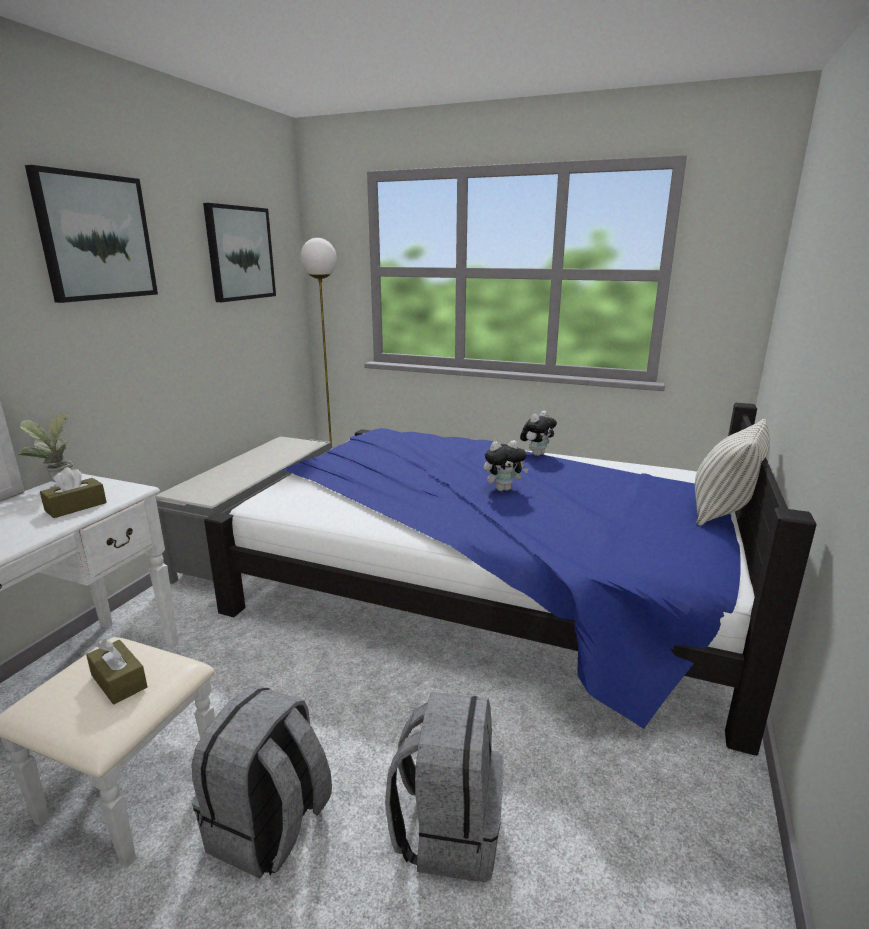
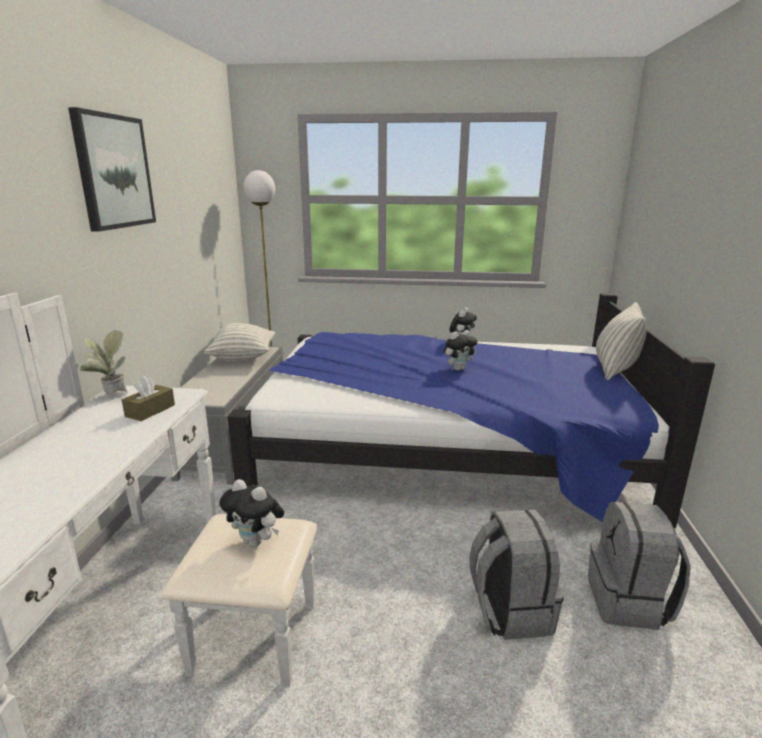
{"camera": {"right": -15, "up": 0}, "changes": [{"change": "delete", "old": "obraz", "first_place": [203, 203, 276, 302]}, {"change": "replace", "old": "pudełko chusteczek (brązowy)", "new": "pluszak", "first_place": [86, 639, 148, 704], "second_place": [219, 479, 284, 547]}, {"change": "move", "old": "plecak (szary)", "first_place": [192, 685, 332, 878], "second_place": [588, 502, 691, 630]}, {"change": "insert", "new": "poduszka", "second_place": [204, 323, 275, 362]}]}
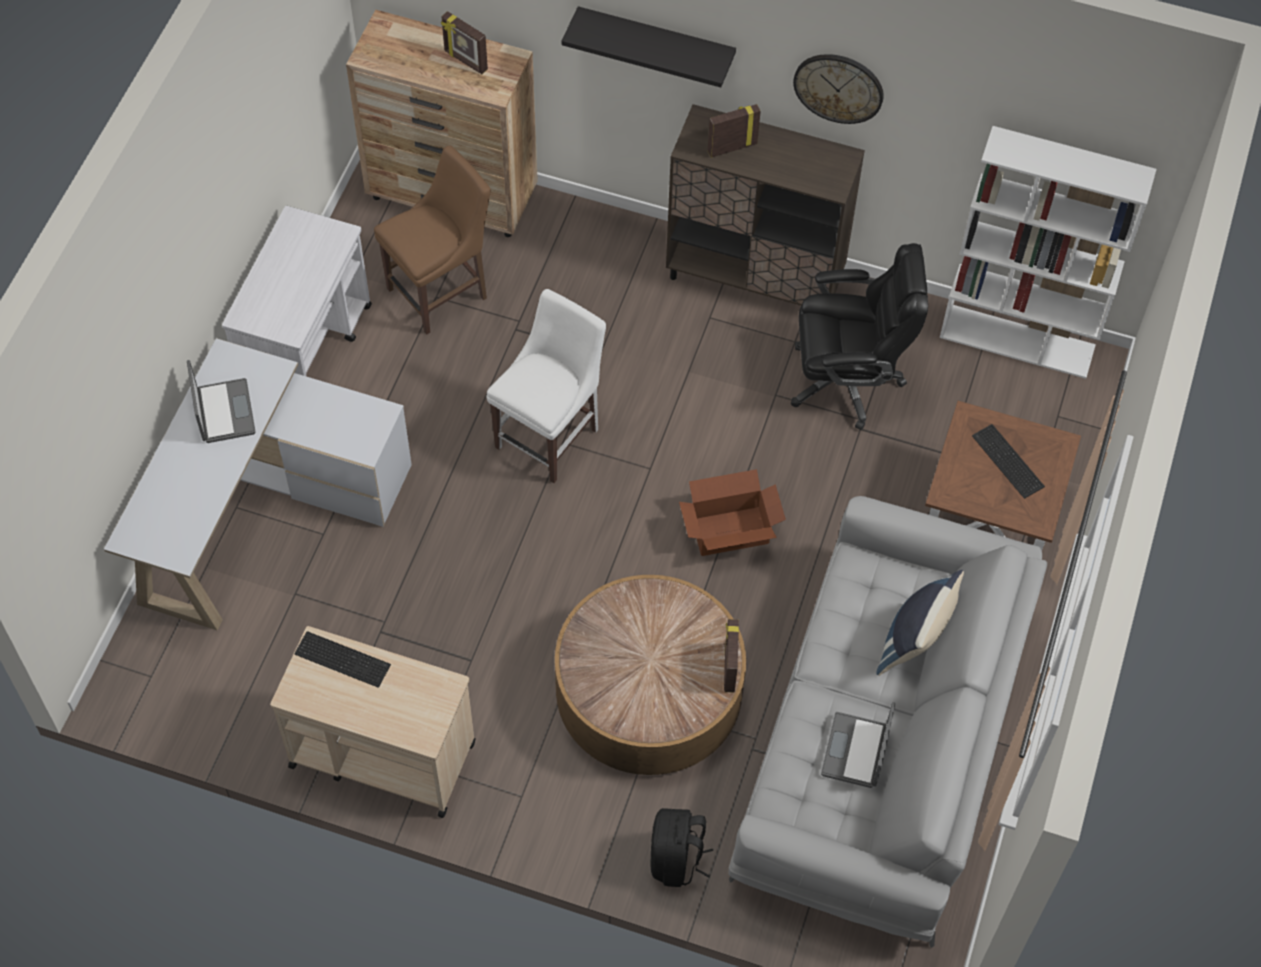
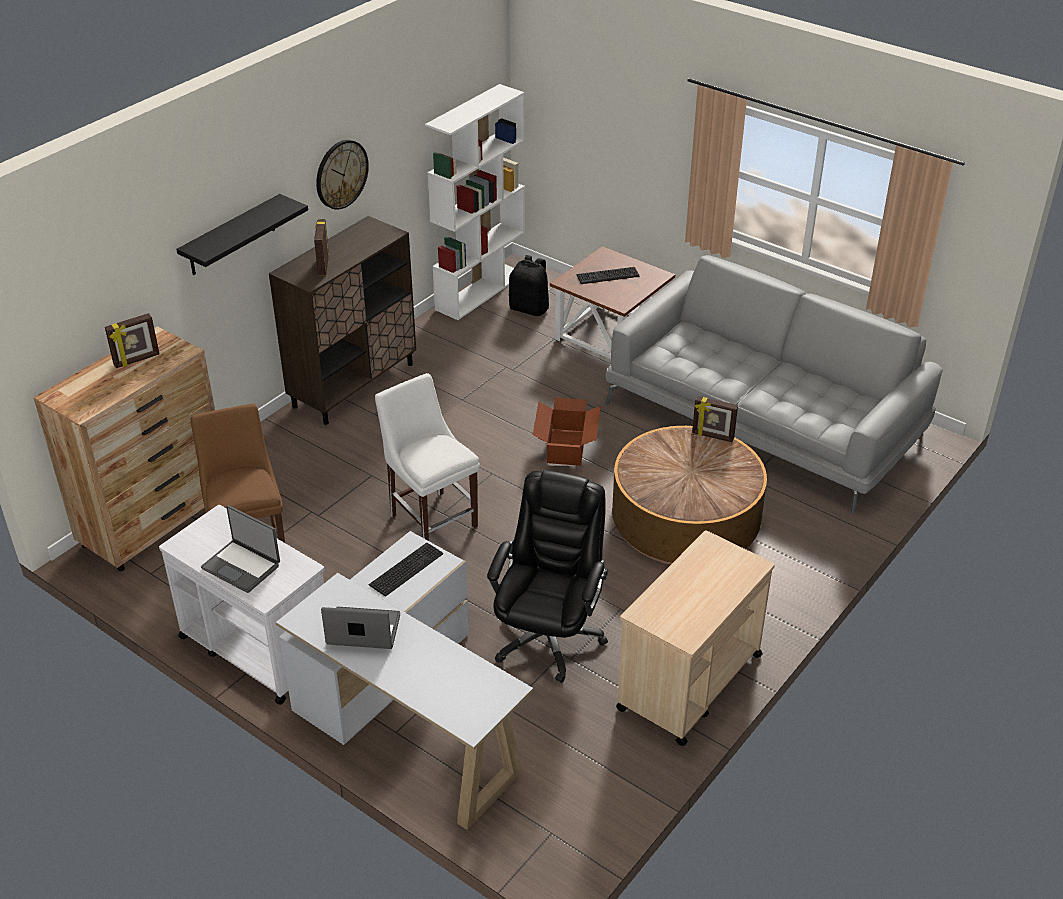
{"camera": {"right": -70, "up": -20}, "changes": [{"change": "move", "old": "krzesło biurowe (czarny)", "first_place": [791, 243, 928, 430], "second_place": [487, 470, 608, 683]}, {"change": "delete", "old": "poduszka (niebieski)", "first_place": [876, 570, 964, 676]}, {"change": "move", "old": "klawiatura", "first_place": [295, 631, 391, 688], "second_place": [369, 543, 443, 597]}, {"change": "move", "old": "laptop", "first_place": [821, 702, 895, 788], "second_place": [201, 505, 280, 593]}, {"change": "move", "old": "plecak (czarny)", "first_place": [651, 808, 713, 887], "second_place": [508, 255, 549, 316]}]}
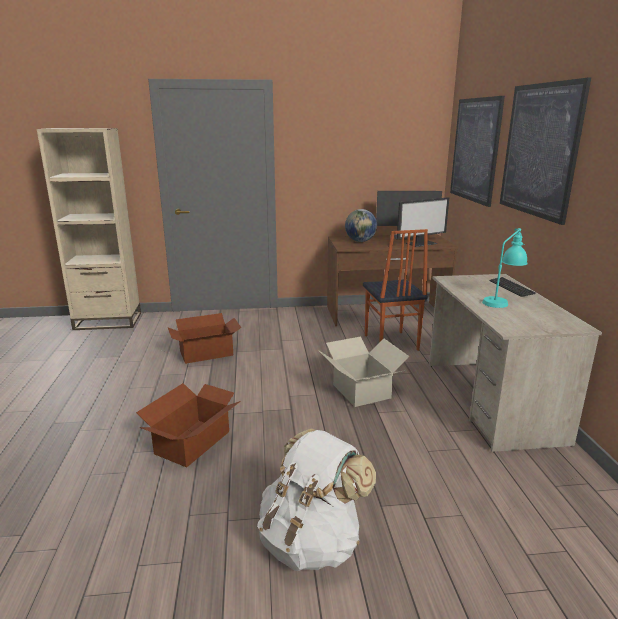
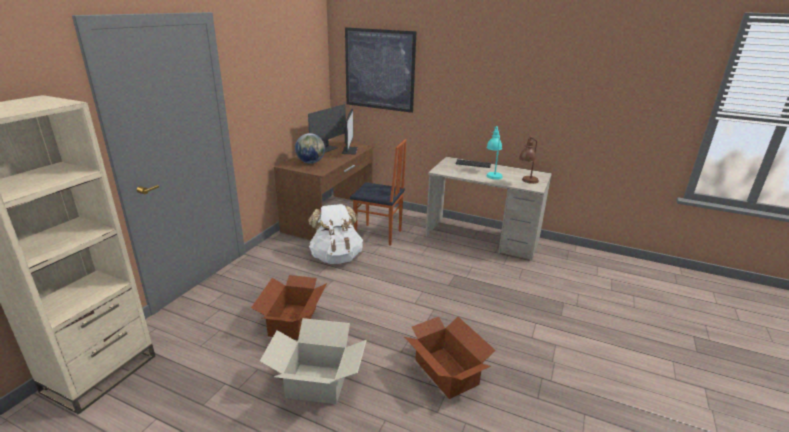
{"camera": {"right": -60, "up": 5}, "changes": [{"change": "delete", "old": "obraz", "first_place": [500, 78, 591, 225]}, {"change": "move", "old": "karton", "first_place": [319, 337, 409, 407], "second_place": [259, 318, 367, 404]}, {"change": "move", "old": "plecak (biały)", "first_place": [257, 428, 376, 571], "second_place": [309, 204, 363, 264]}, {"change": "insert", "new": "lampa stołowa (brązowy)", "second_place": [519, 136, 539, 184]}]}
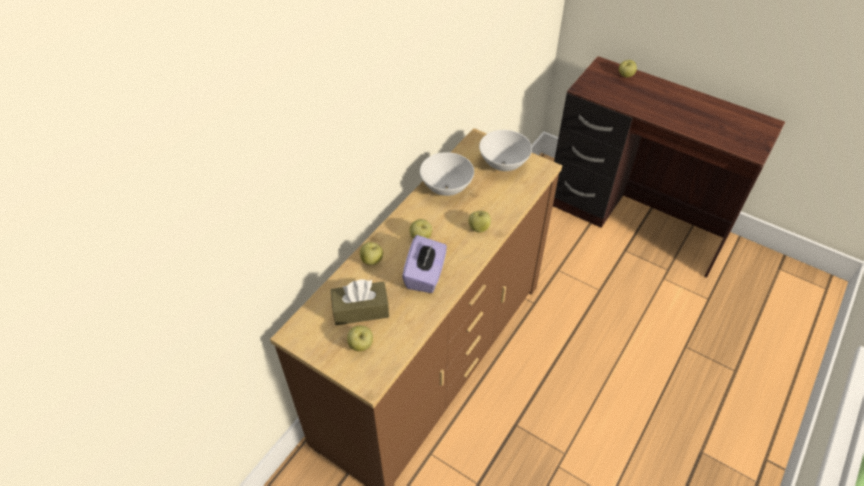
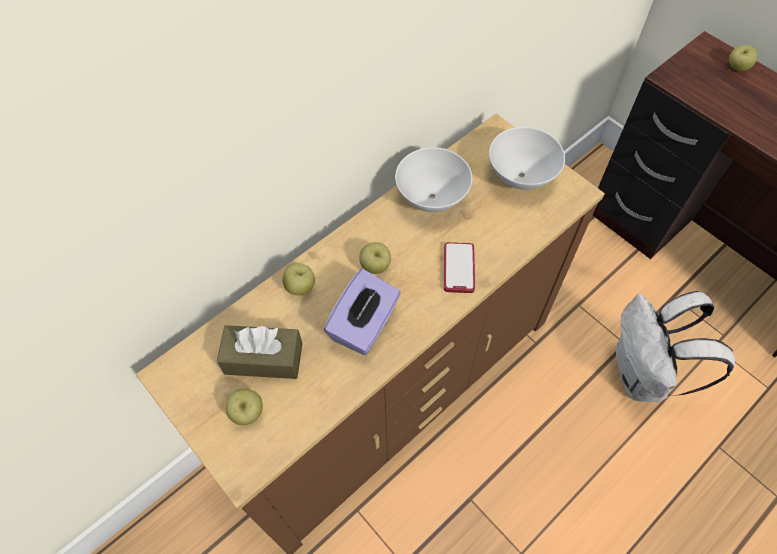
{"camera": {"right": 15, "up": 10}, "changes": [{"change": "replace", "old": "jabłko", "new": "telefon", "first_place": [468, 211, 491, 232], "second_place": [444, 242, 475, 293]}, {"change": "insert", "new": "plecak (biały)", "second_place": [616, 291, 735, 402]}]}
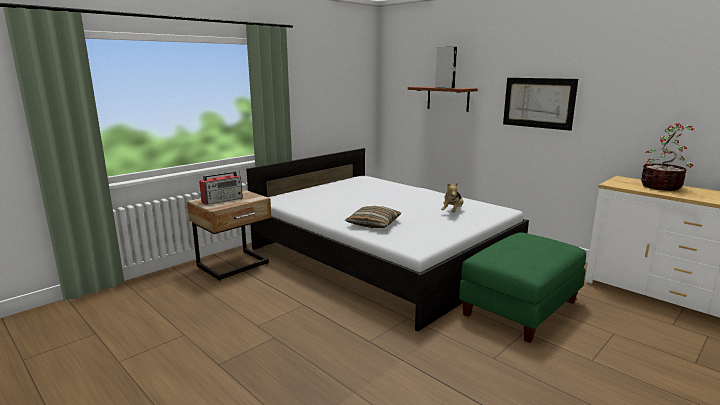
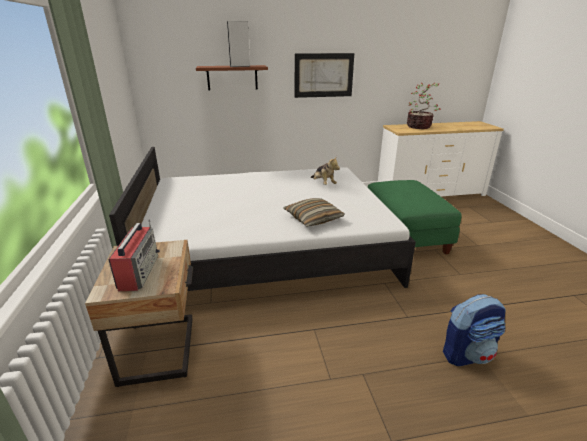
{"camera": {"right": -55, "up": 10}, "changes": [{"change": "insert", "new": "plecak", "second_place": [443, 294, 506, 366]}]}
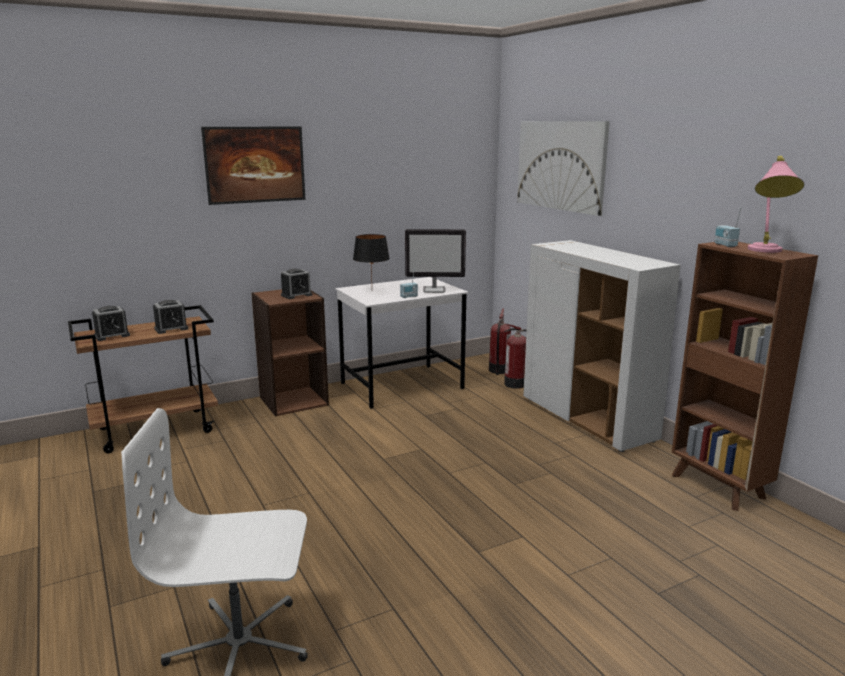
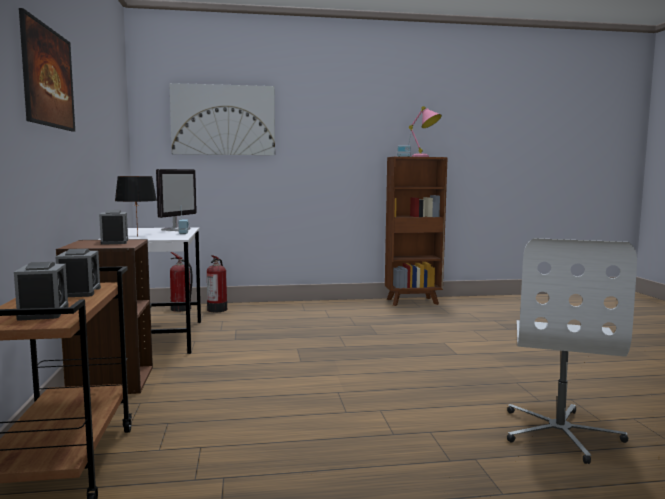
{"camera": {"right": -70, "up": -10}, "changes": [{"change": "delete", "old": "szafka (biały)", "first_place": [523, 240, 681, 452]}]}
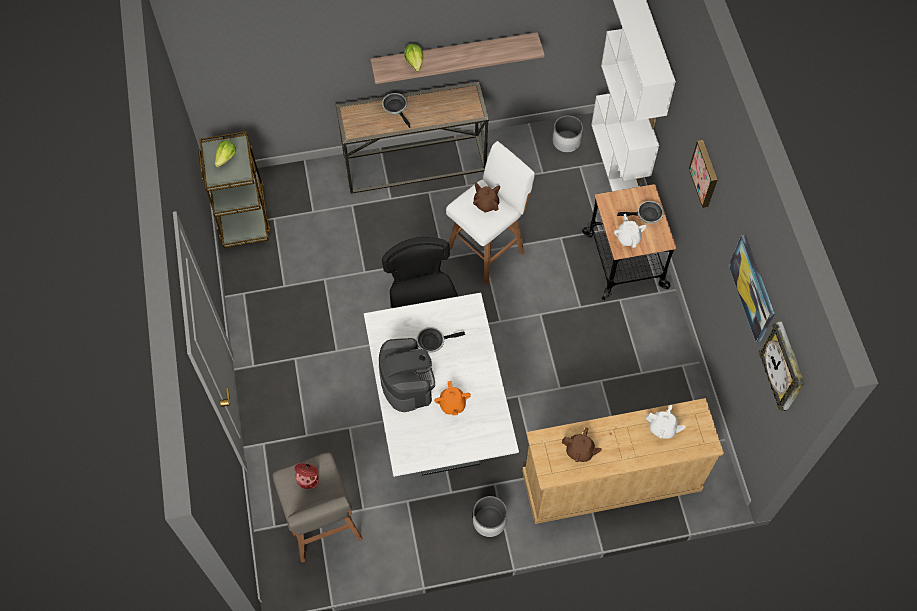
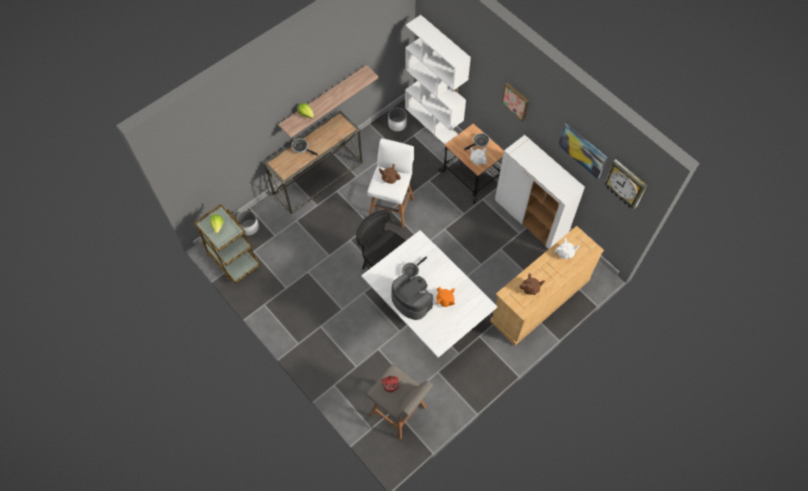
{"camera": {"right": -30, "up": 0}, "changes": [{"change": "move", "old": "donica (biały)", "first_place": [473, 496, 507, 537], "second_place": [237, 211, 259, 236]}, {"change": "insert", "new": "szafka (biały)", "second_place": [495, 135, 585, 249]}]}
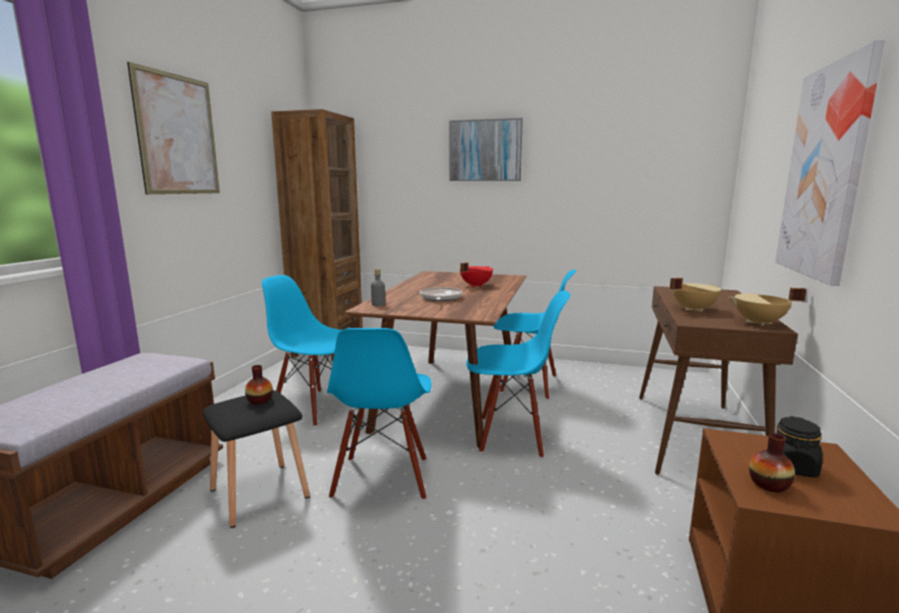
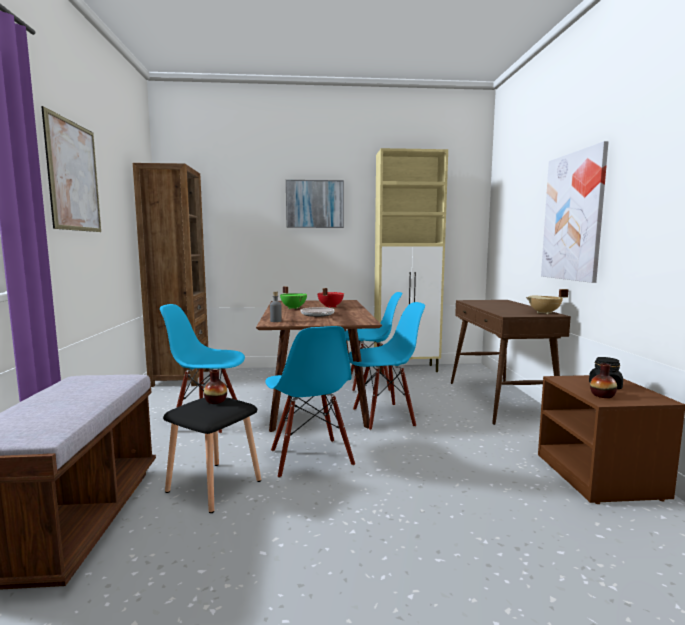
{"camera": {"right": -20, "up": -5}, "changes": [{"change": "delete", "old": "garnek (beżowy)", "first_place": [670, 278, 721, 311]}, {"change": "insert", "new": "szafka (beżowy)", "second_place": [374, 148, 448, 373]}, {"change": "insert", "new": "garnek (zielony)", "second_place": [280, 286, 307, 309]}]}
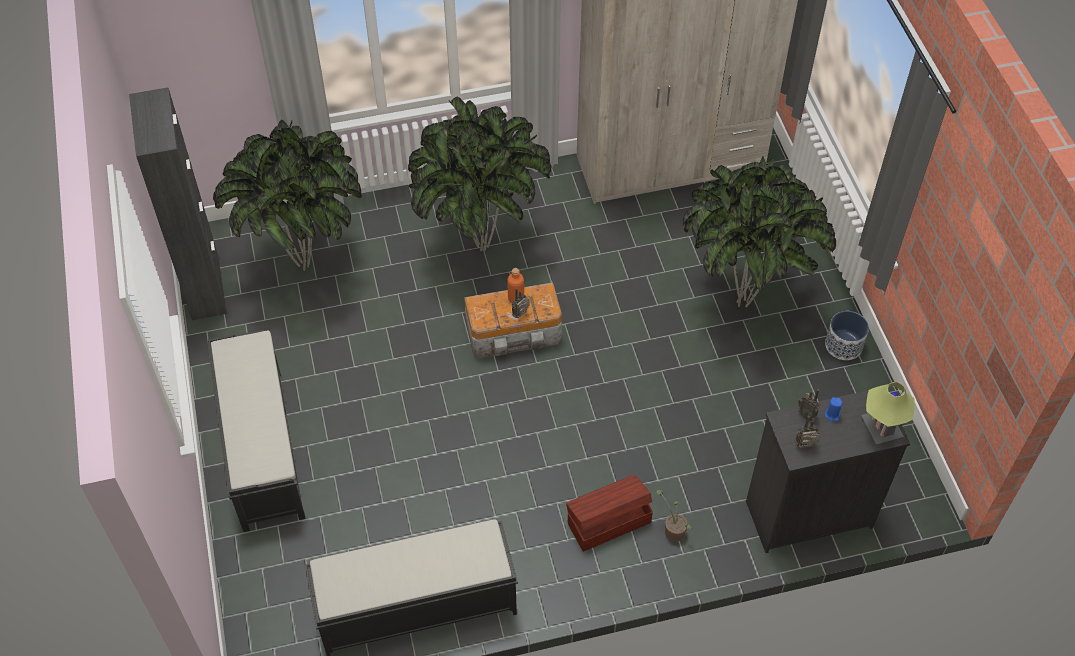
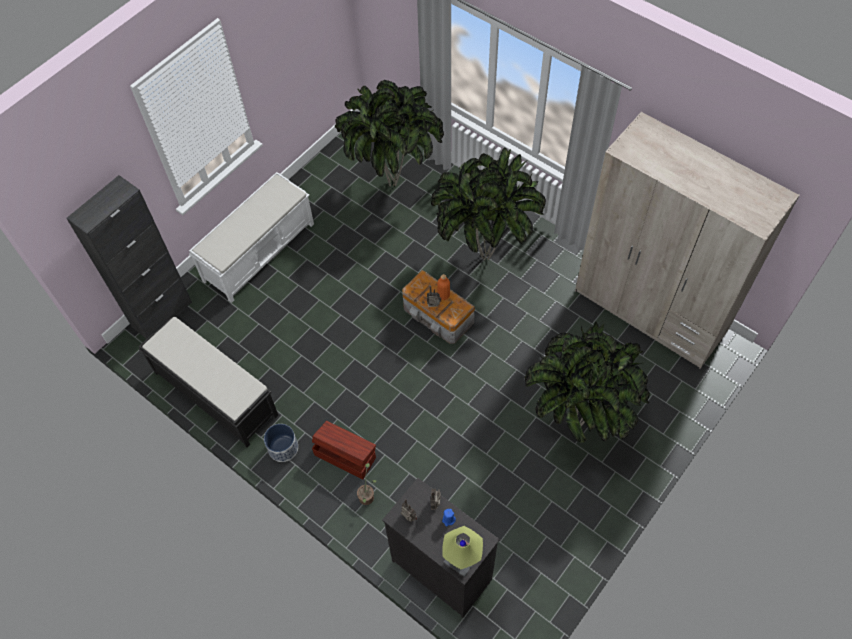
{"camera": {"right": 55, "up": 5}, "changes": [{"change": "move", "old": "szafka (czarny)", "first_place": [129, 87, 227, 320], "second_place": [66, 175, 192, 339]}, {"change": "move", "old": "donica", "first_place": [825, 311, 869, 360], "second_place": [264, 424, 298, 462]}, {"change": "recolor", "old": "ławka (czarny)", "new": "ławka (biały)", "first_place": [208, 330, 305, 532], "second_place": [189, 172, 314, 303]}]}
